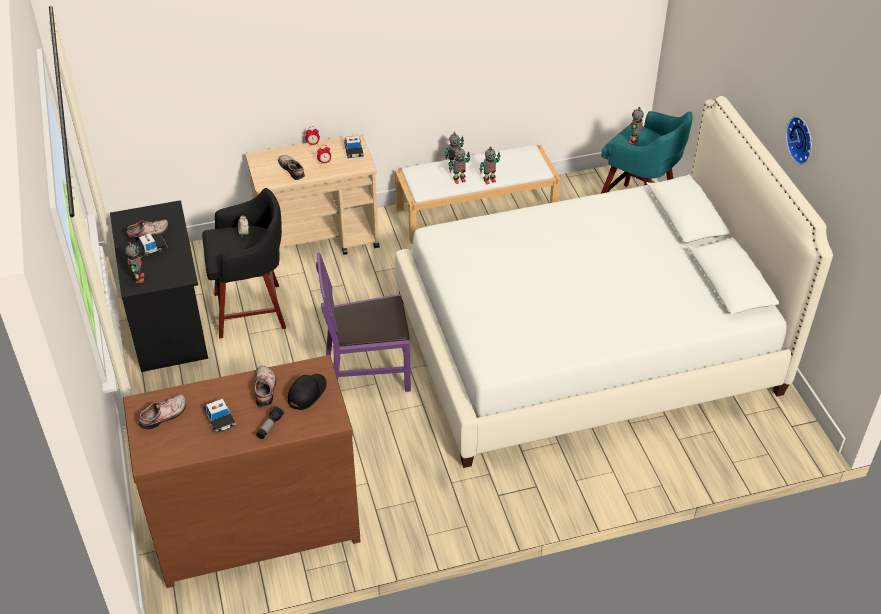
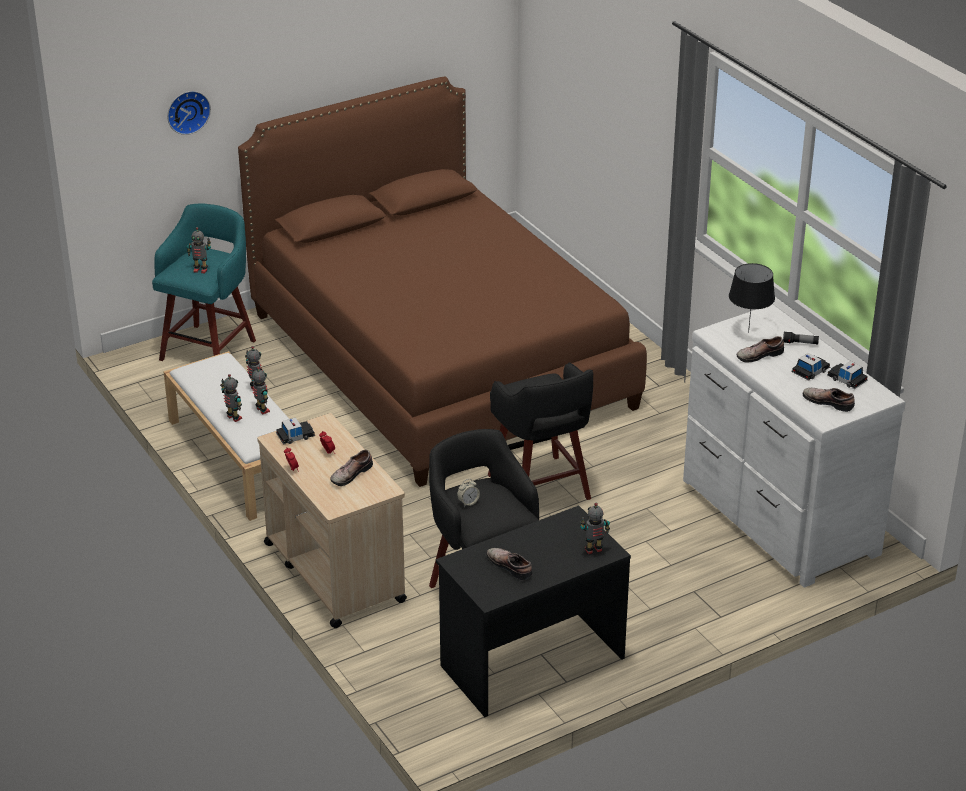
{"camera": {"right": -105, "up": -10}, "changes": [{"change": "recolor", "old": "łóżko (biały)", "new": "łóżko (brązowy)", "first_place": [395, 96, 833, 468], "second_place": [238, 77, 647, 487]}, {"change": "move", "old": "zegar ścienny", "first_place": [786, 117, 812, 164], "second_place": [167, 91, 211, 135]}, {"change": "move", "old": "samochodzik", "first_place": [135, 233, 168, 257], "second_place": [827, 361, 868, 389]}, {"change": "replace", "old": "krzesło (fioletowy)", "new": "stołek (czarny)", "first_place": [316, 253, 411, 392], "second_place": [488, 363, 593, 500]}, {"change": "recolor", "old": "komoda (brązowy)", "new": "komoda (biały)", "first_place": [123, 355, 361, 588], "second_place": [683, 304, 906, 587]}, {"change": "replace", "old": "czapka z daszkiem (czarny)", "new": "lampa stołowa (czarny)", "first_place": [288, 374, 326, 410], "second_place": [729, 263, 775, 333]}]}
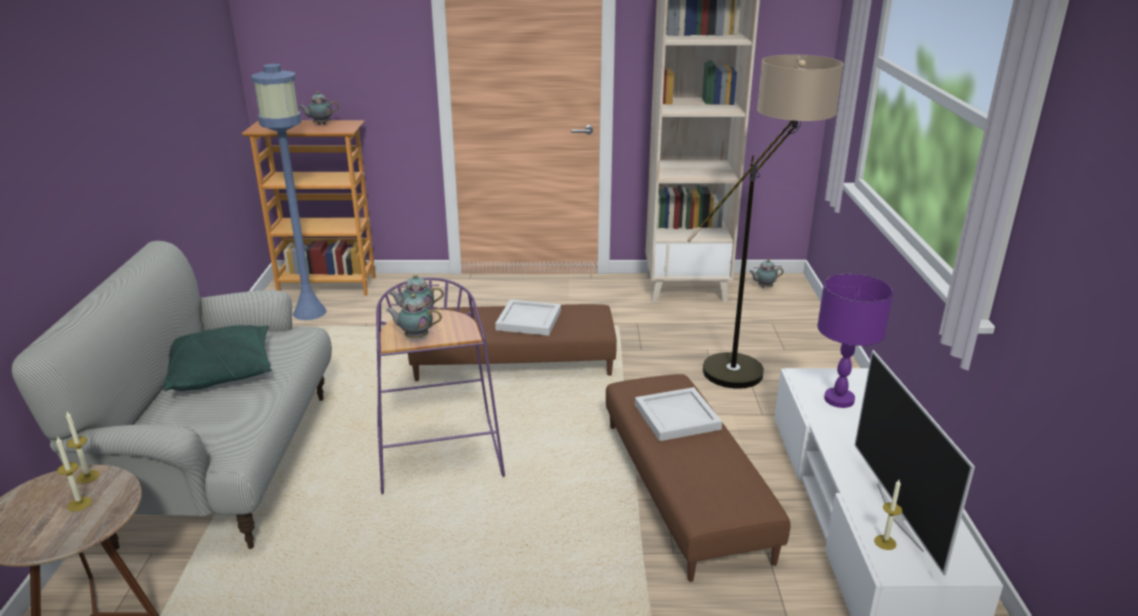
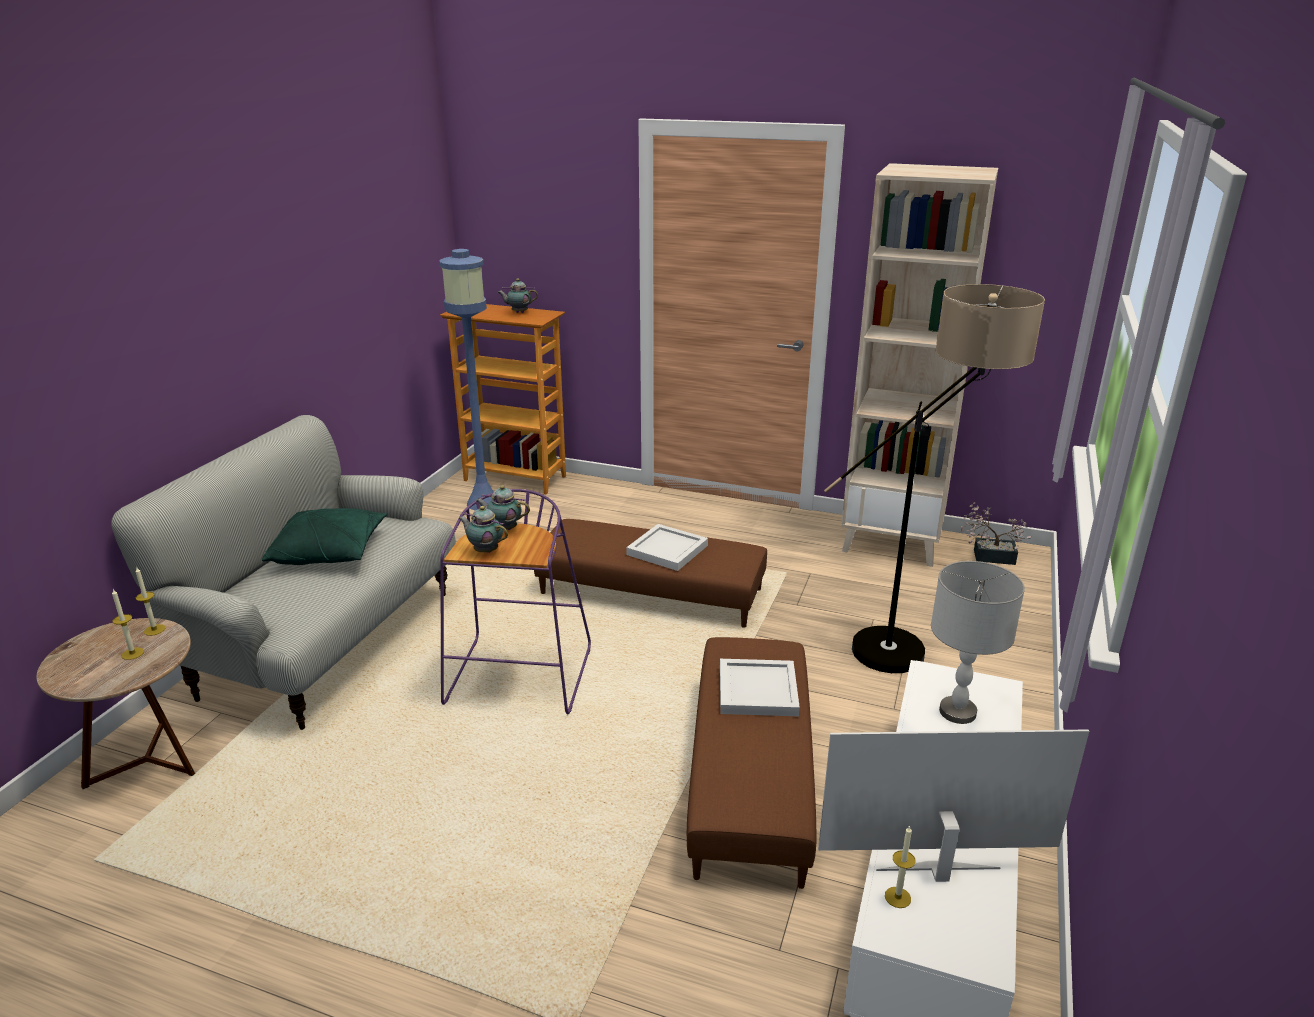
{"camera": {"right": 20, "up": 0}, "changes": [{"change": "replace", "old": "imbryk", "new": "roślina doniczkowa", "first_place": [749, 259, 784, 288], "second_place": [961, 502, 1031, 565]}, {"change": "recolor", "old": "lampa stołowa (fioletowy)", "new": "lampa stołowa (szary)", "first_place": [817, 273, 893, 408], "second_place": [931, 561, 1025, 724]}, {"change": "rotate", "old": "telewizor", "first_place": [855, 350, 975, 576], "second_place": [818, 729, 1089, 882], "degrees": 75}]}
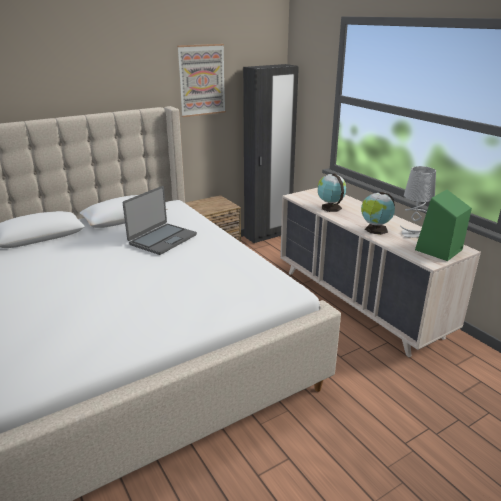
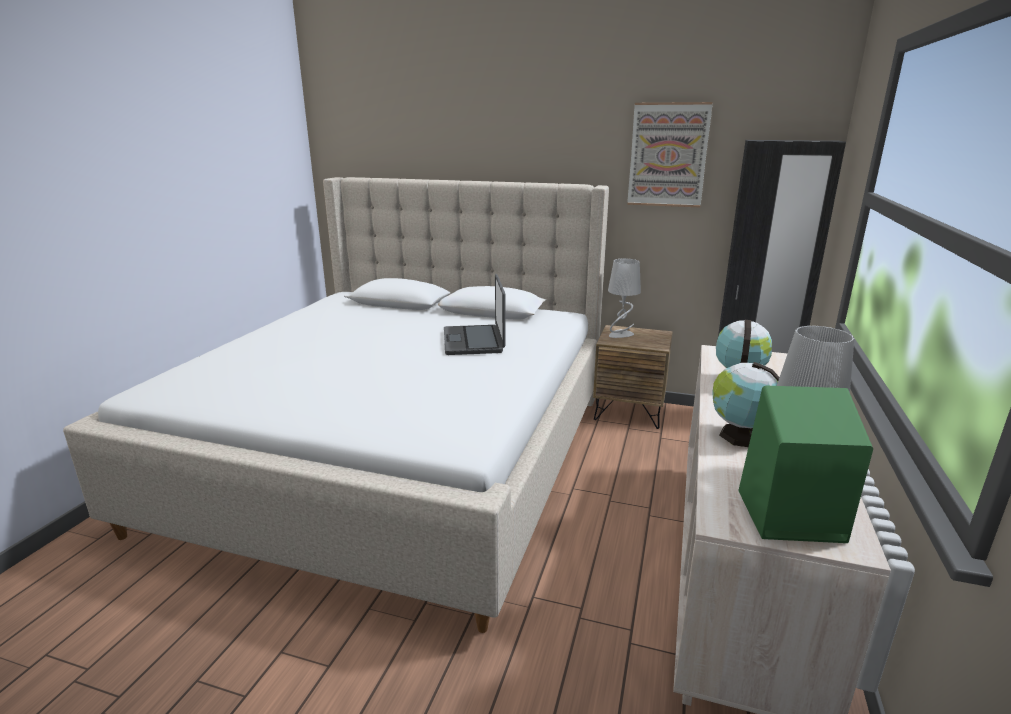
{"camera": {"right": 50, "up": -5}, "changes": [{"change": "rotate", "old": "laptop", "first_place": [123, 186, 197, 255], "second_place": [444, 274, 505, 355], "degrees": 90}, {"change": "insert", "new": "lampa stołowa (szary)", "second_place": [608, 258, 641, 338]}]}
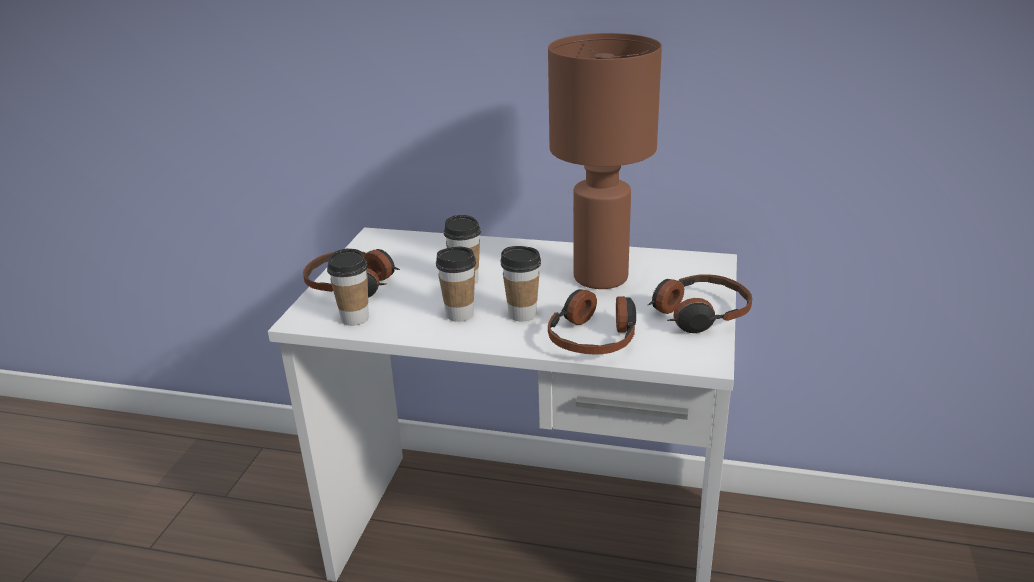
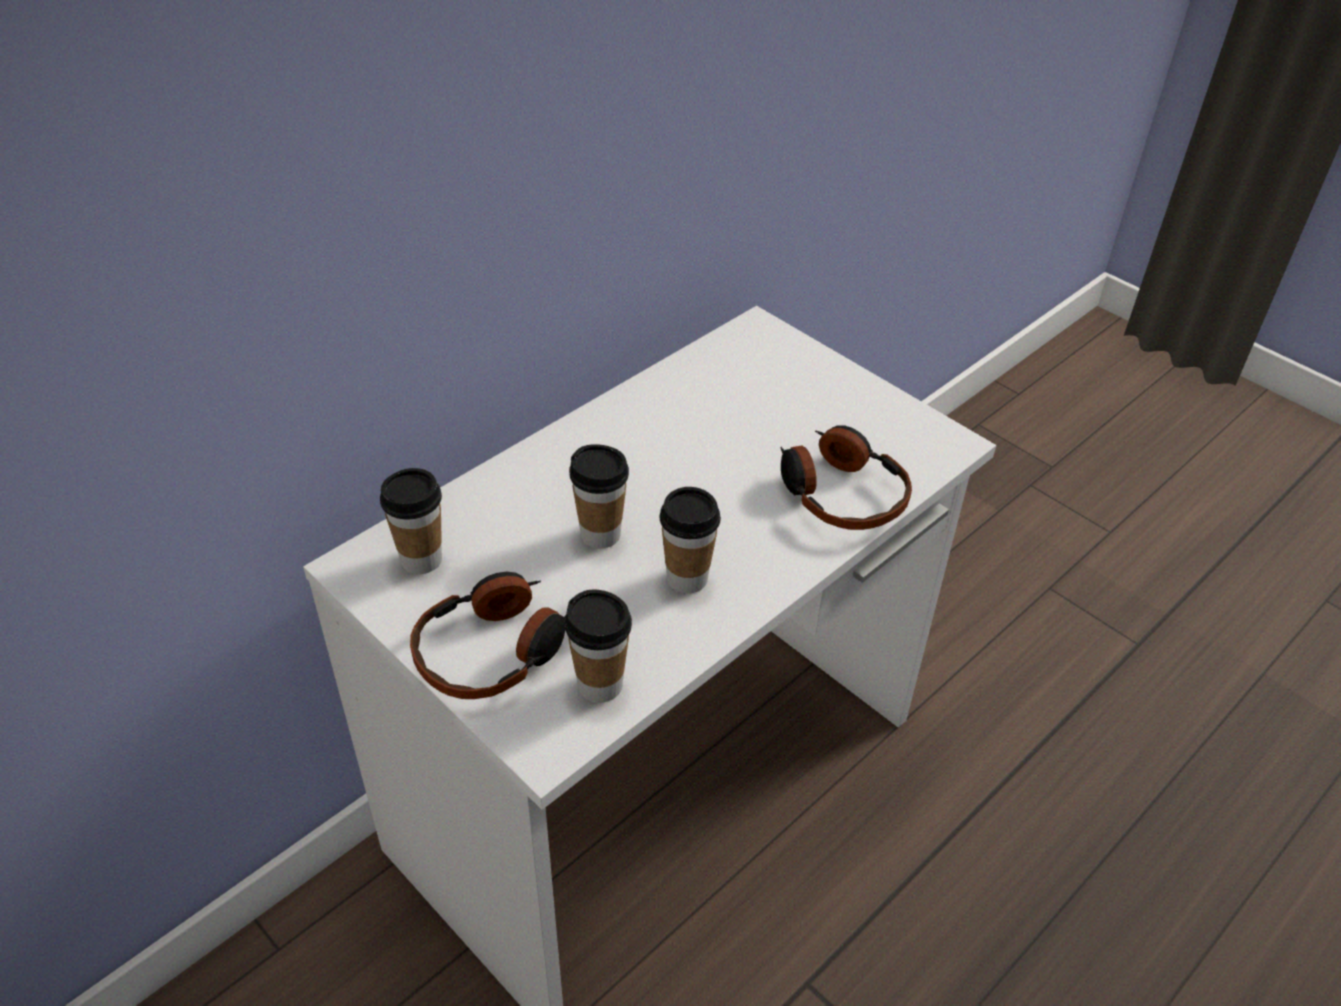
{"camera": {"right": -60, "up": 15}, "changes": [{"change": "delete", "old": "lampa stołowa (brązowy)", "first_place": [548, 33, 662, 289]}, {"change": "move", "old": "filiżanka", "first_place": [500, 246, 541, 322], "second_place": [380, 468, 442, 574]}, {"change": "delete", "old": "słuchawki", "first_place": [648, 275, 752, 333]}]}
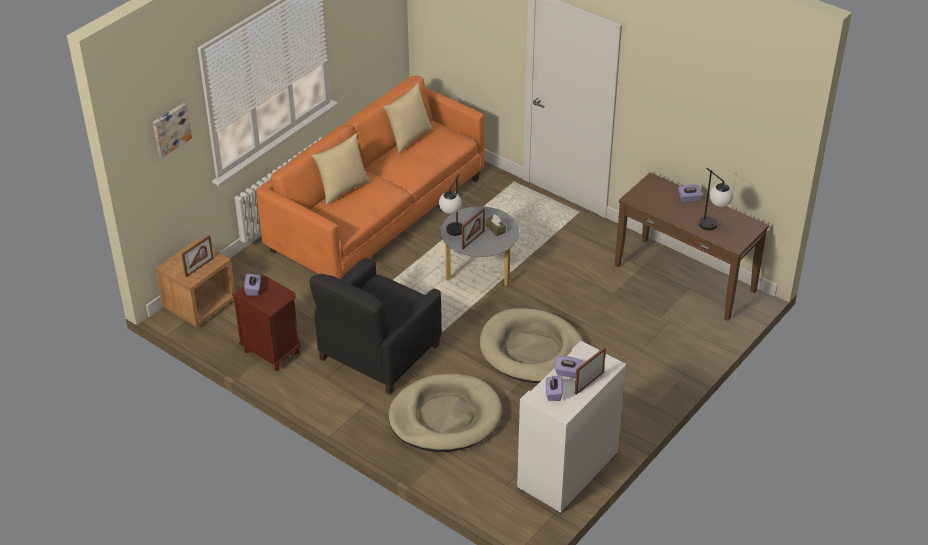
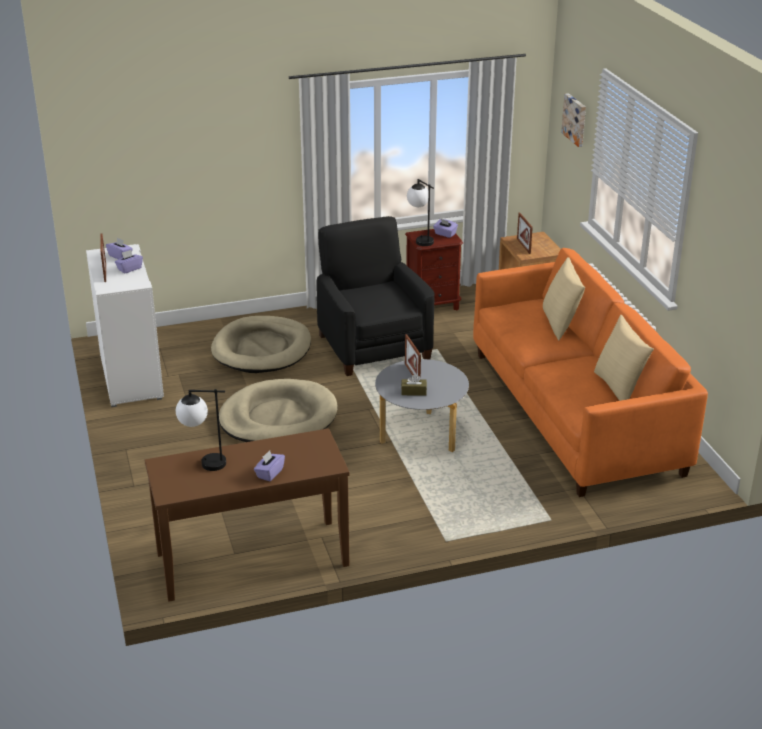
{"camera": {"right": 125, "up": -10}, "changes": [{"change": "move", "old": "lampa stołowa", "first_place": [439, 175, 462, 236], "second_place": [407, 179, 434, 246]}]}
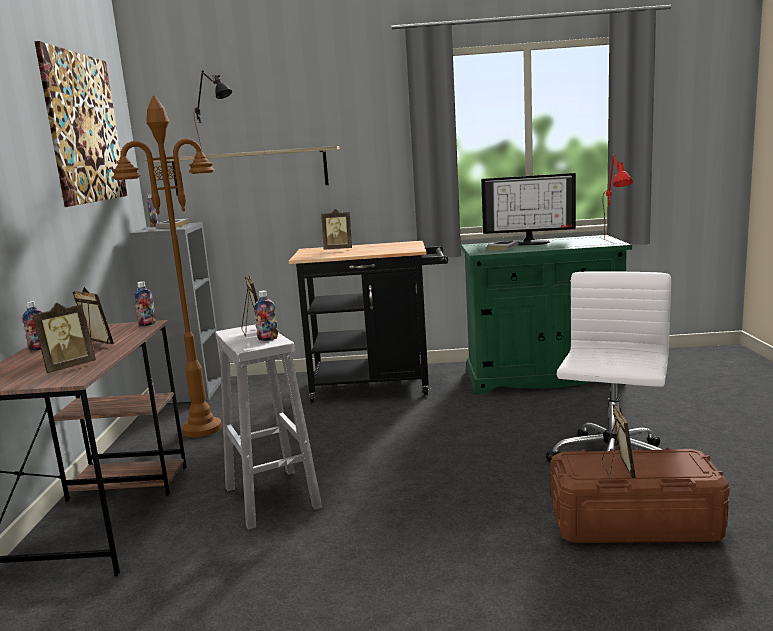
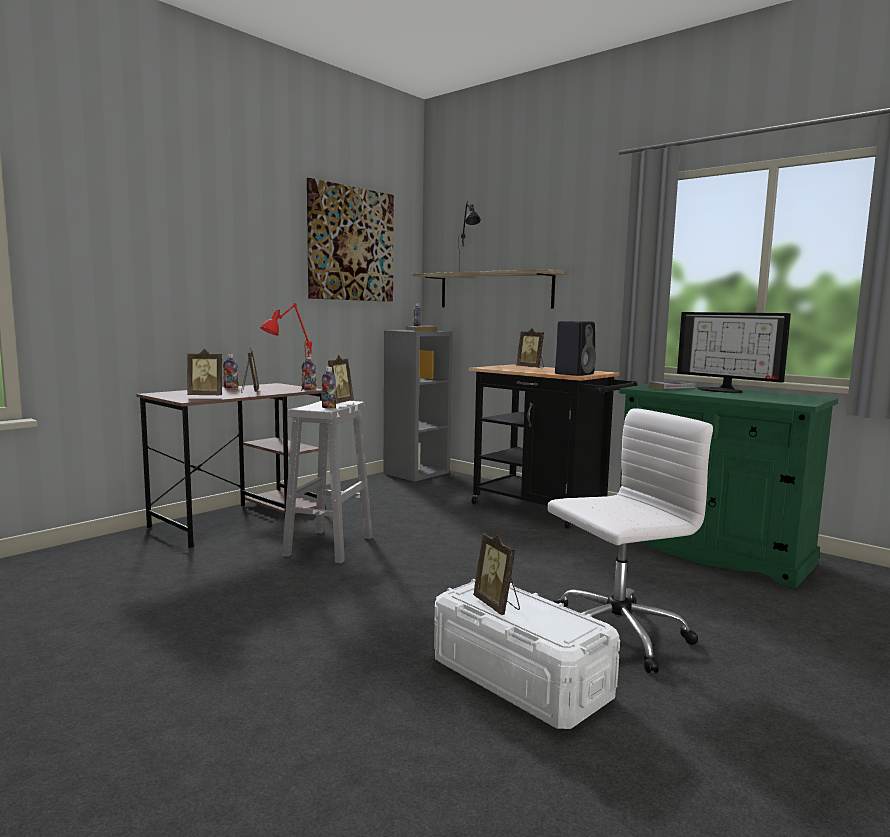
{"camera": {"right": 40, "up": -5}, "changes": [{"change": "delete", "old": "lampa stojąca (brązowy)", "first_place": [112, 95, 222, 437]}, {"change": "move", "old": "lampa stołowa (czerwony)", "first_place": [603, 154, 633, 240], "second_place": [260, 303, 312, 391]}, {"change": "rotate", "old": "ramka na zdjęcie", "first_place": [602, 404, 636, 478], "second_place": [473, 533, 520, 615], "degrees": 105}, {"change": "recolor", "old": "pojemnik do przechowywania (brązowy)", "new": "pojemnik do przechowywania (biały)", "first_place": [551, 448, 730, 543], "second_place": [434, 579, 620, 729]}, {"change": "insert", "new": "głośnik (czarny)", "second_place": [555, 321, 596, 376]}]}
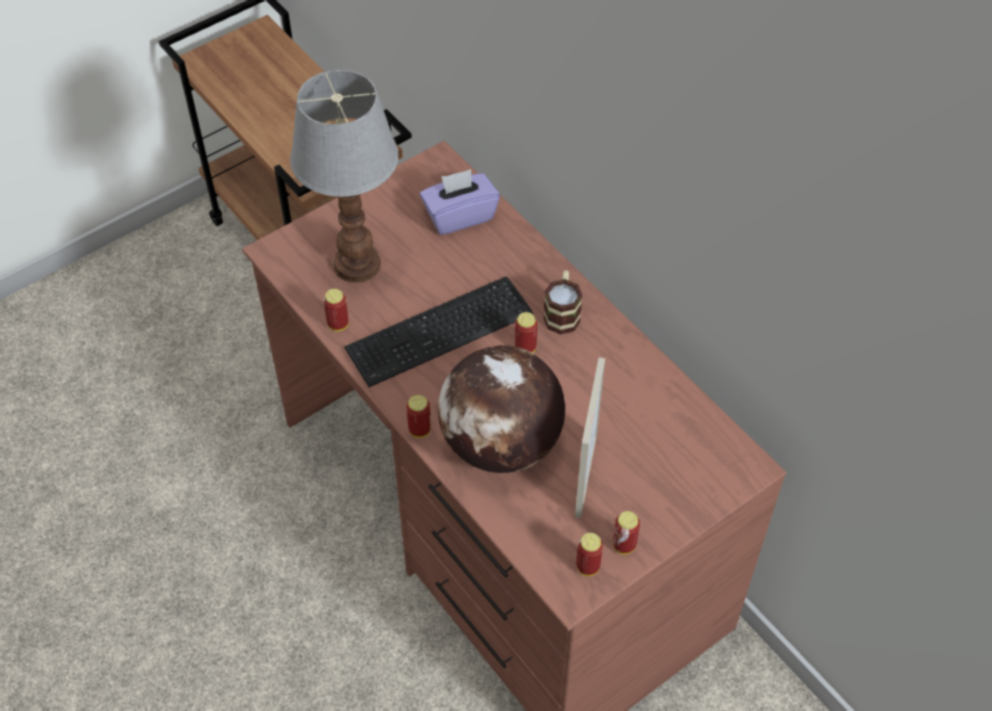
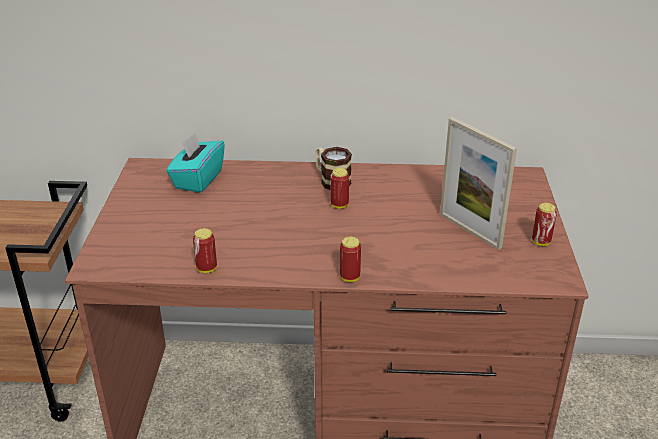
{"camera": {"right": -50, "up": -20}, "changes": [{"change": "delete", "old": "lampa stołowa", "first_place": [290, 70, 399, 283]}, {"change": "recolor", "old": "pudełko chusteczek (fioletowy)", "new": "pudełko chusteczek (turkusowy)", "first_place": [420, 169, 500, 235], "second_place": [166, 132, 225, 193]}, {"change": "delete", "old": "klawiatura", "first_place": [344, 277, 533, 387]}, {"change": "delete", "old": "globus", "first_place": [438, 345, 565, 473]}, {"change": "delete", "old": "puszka", "first_place": [576, 533, 603, 576]}]}
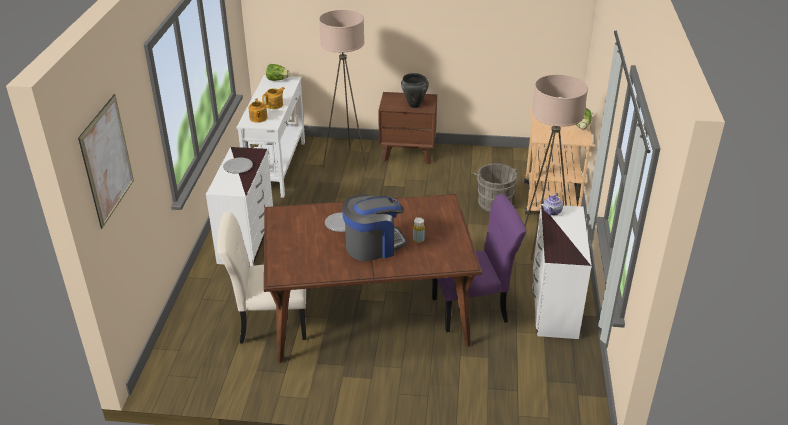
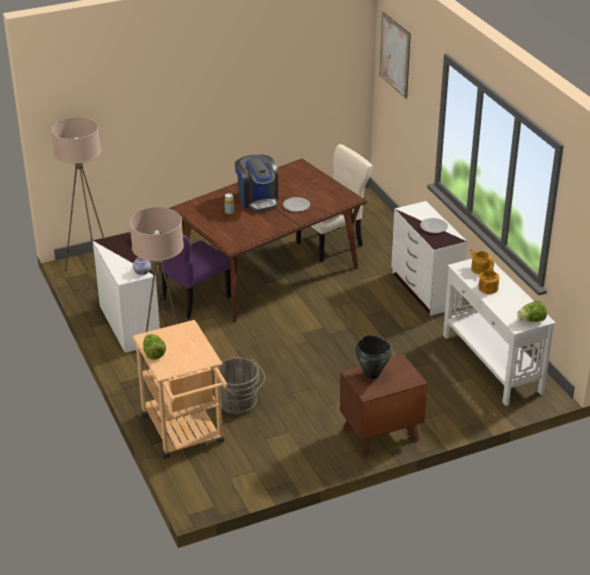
{"camera": {"right": 150, "up": 0}, "changes": [{"change": "move", "old": "lampa stojąca (beżowy)", "first_place": [319, 10, 367, 171], "second_place": [51, 117, 104, 271]}, {"change": "rotate", "old": "ekspres do kawy", "first_place": [342, 195, 407, 261], "second_place": [235, 155, 278, 212], "degrees": -60}]}
